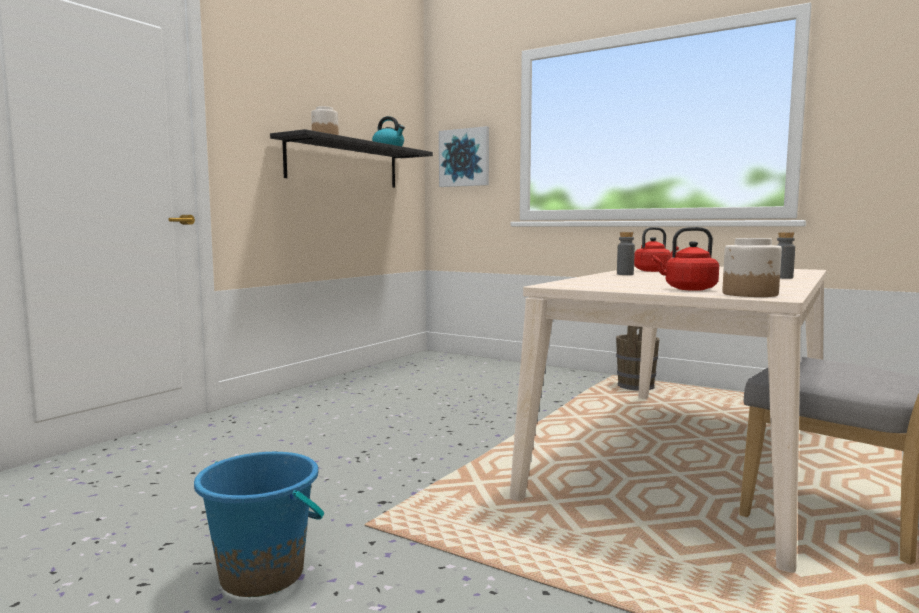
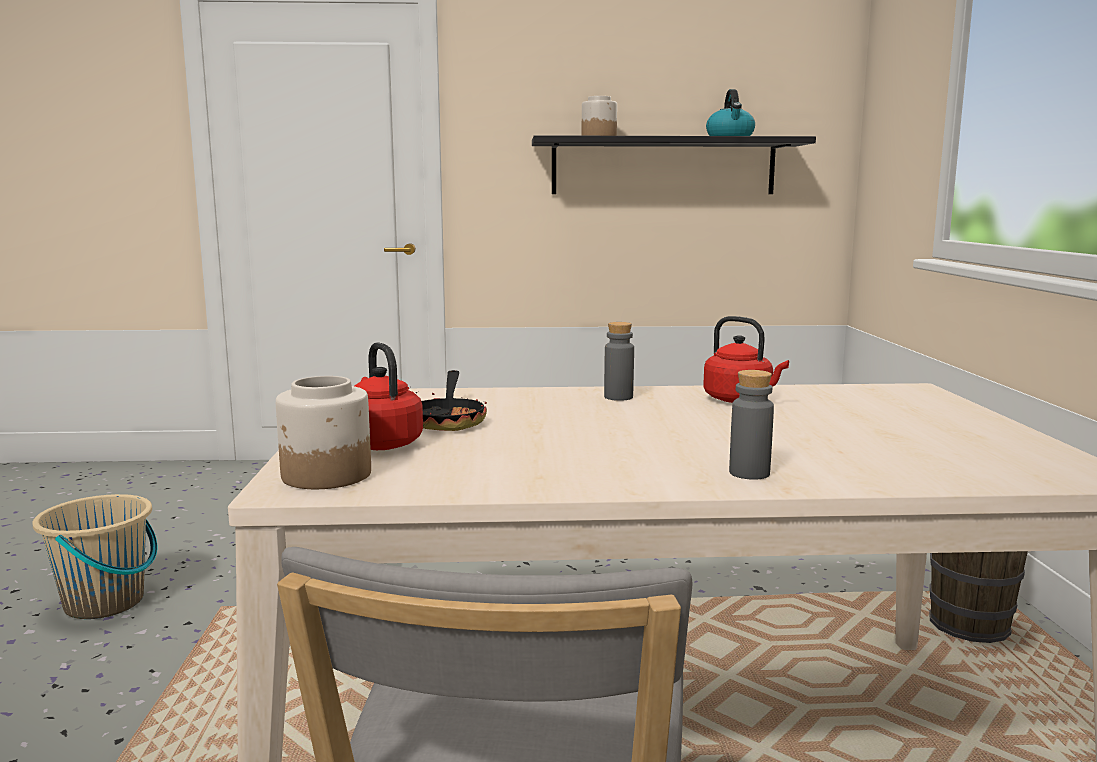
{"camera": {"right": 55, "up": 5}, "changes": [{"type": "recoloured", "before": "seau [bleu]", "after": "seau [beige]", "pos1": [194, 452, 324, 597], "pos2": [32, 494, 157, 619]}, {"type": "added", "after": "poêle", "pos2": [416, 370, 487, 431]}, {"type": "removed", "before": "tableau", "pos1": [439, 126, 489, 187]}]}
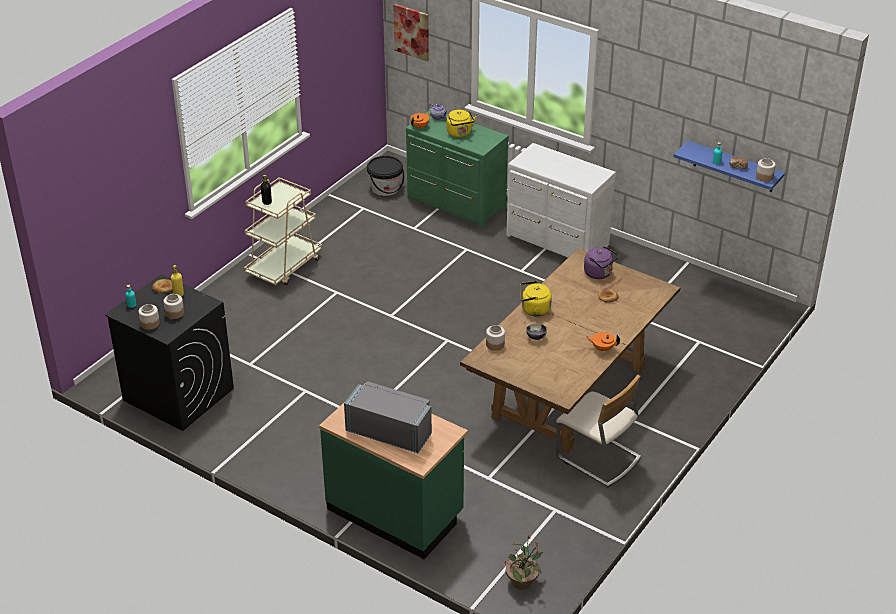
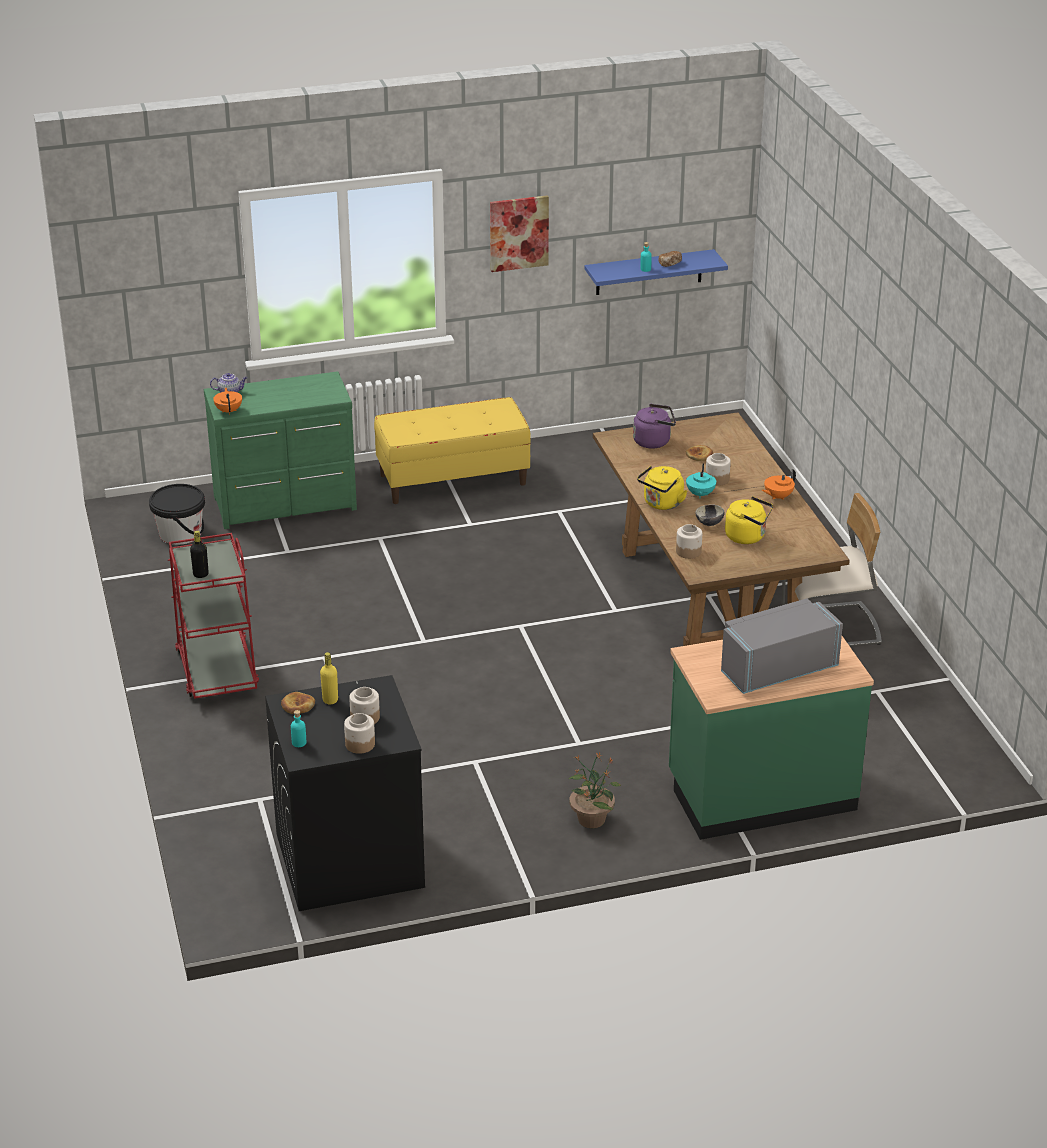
{"camera": {"right": -50, "up": -5}, "changes": [{"type": "recoloured", "before": "chariot [beige]", "after": "chariot [rouge]", "pos1": [244, 177, 322, 285], "pos2": [168, 533, 259, 699]}, {"type": "replaced", "before": "commode [blanc]", "after": "banc [jaune]", "pos1": [506, 143, 616, 257], "pos2": [374, 397, 531, 504]}, {"type": "moved", "before": "tableau", "pos1": [393, 4, 429, 61], "pos2": [490, 195, 549, 272]}, {"type": "moved", "before": "plante en pot", "pos1": [504, 535, 543, 590], "pos2": [568, 752, 621, 828]}, {"type": "added", "after": "théière [turquoise]", "pos2": [686, 463, 716, 499]}, {"type": "moved", "before": "bocal", "pos1": [756, 158, 776, 182], "pos2": [706, 453, 731, 486]}, {"type": "moved", "before": "bouilloire [jaune]", "pos1": [447, 110, 476, 137], "pos2": [725, 497, 773, 544]}]}
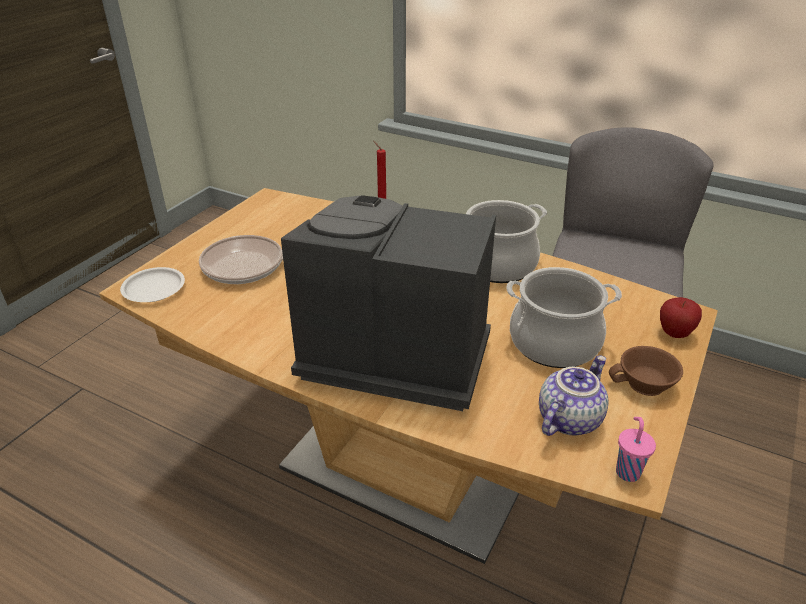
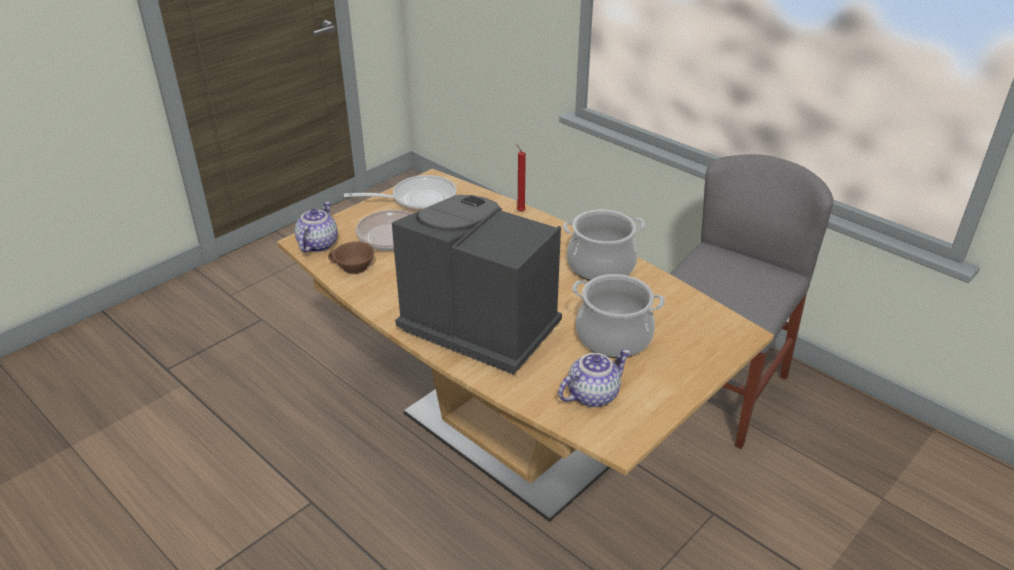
{"camera": {"right": 15, "up": 0}, "changes": [{"type": "replaced", "before": "assiette [blanc]", "after": "théière", "pos1": [120, 267, 185, 302], "pos2": [295, 202, 338, 252]}, {"type": "moved", "before": "tasse [marron]", "pos1": [609, 346, 683, 396], "pos2": [328, 242, 375, 274]}, {"type": "added", "after": "poêle", "pos2": [344, 175, 457, 211]}, {"type": "removed", "before": "tasse [rose]", "pos1": [616, 417, 656, 482]}, {"type": "removed", "before": "pomme", "pos1": [660, 297, 702, 338]}]}
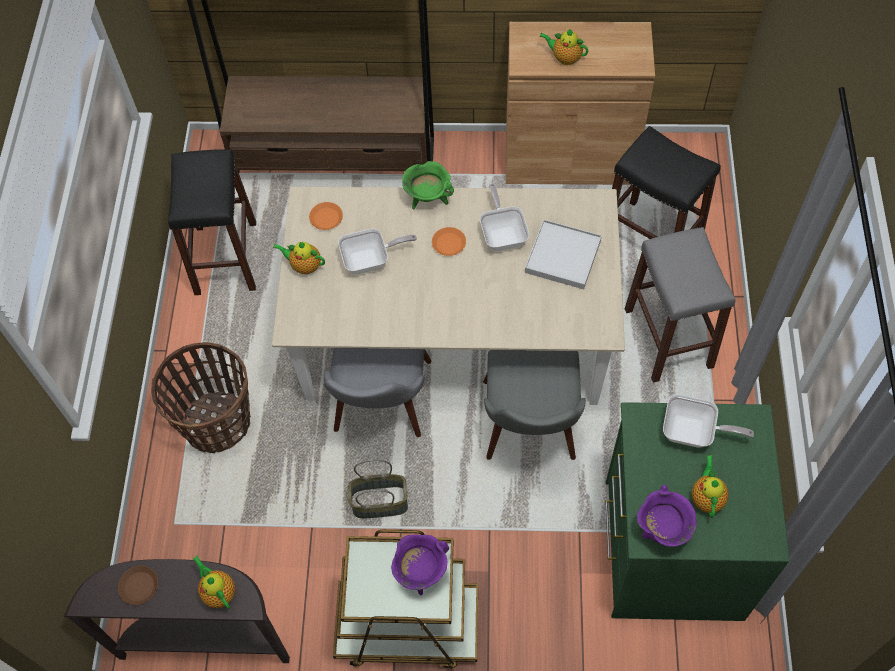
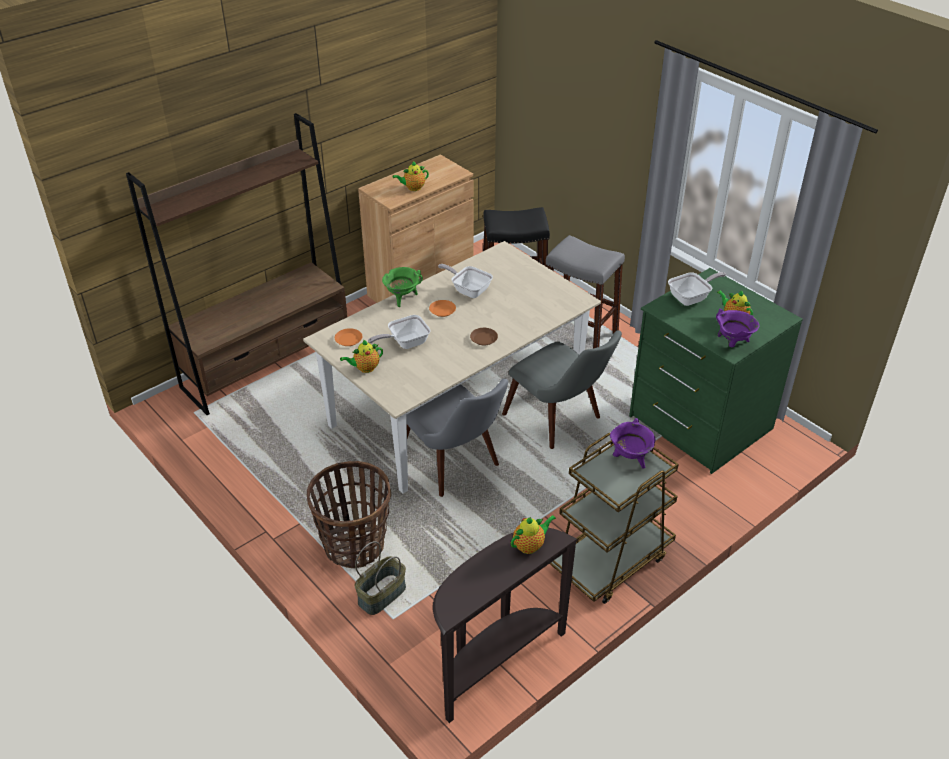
{"camera": {"right": -45, "up": -20}, "changes": [{"type": "moved", "before": "panier", "pos1": [348, 459, 408, 518], "pos2": [354, 541, 406, 615]}, {"type": "turned", "before": "poêle", "pos1": [338, 229, 417, 274], "pos2": [368, 315, 431, 349], "turn": -150}, {"type": "moved", "before": "assiette [marron]", "pos1": [118, 566, 158, 605], "pos2": [470, 328, 498, 345]}, {"type": "turned", "before": "théière", "pos1": [192, 556, 235, 609], "pos2": [511, 515, 556, 554], "turn": 135}, {"type": "removed", "before": "tabouret [noir]", "pos1": [168, 149, 256, 295]}, {"type": "removed", "before": "plateau [blanc]", "pos1": [525, 219, 602, 289]}]}
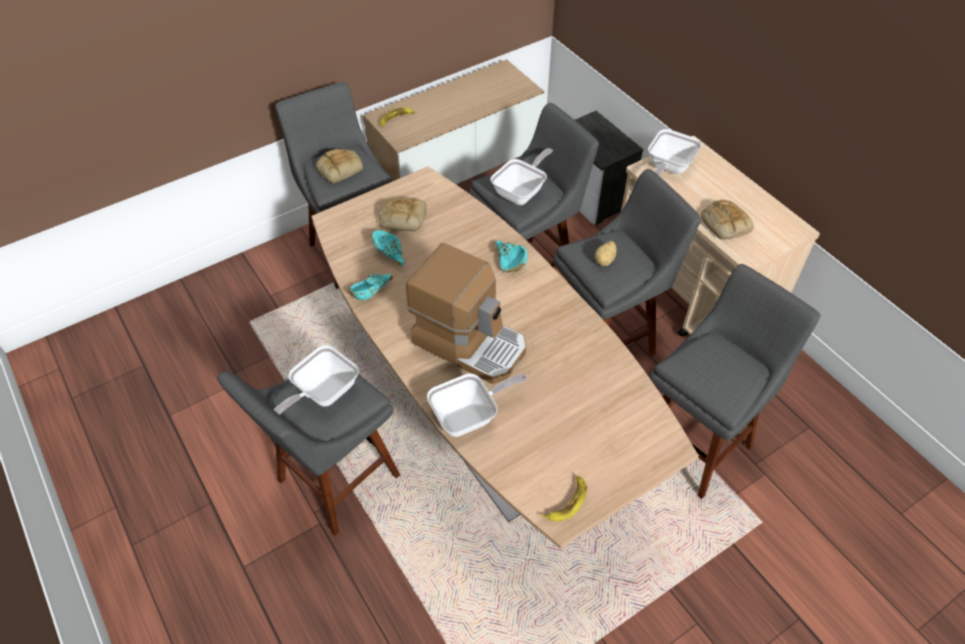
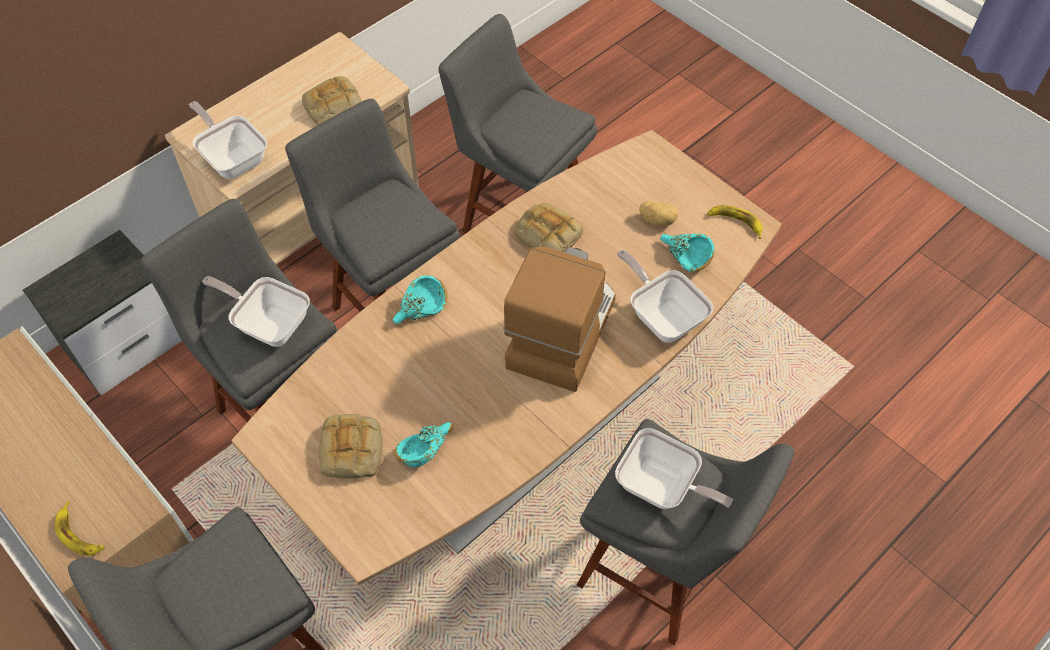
{"camera": {"right": -100, "up": 5}, "changes": [{"type": "turned", "before": "poêle", "pos1": [648, 129, 702, 176], "pos2": [189, 101, 267, 179], "turn": -150}, {"type": "moved", "before": "pain", "pos1": [316, 149, 363, 184], "pos2": [514, 203, 583, 252]}, {"type": "moved", "before": "pomme de terre", "pos1": [595, 241, 617, 266], "pos2": [639, 201, 678, 226]}, {"type": "moved", "before": "bol [turquoise]", "pos1": [348, 274, 393, 300], "pos2": [660, 234, 715, 272]}]}
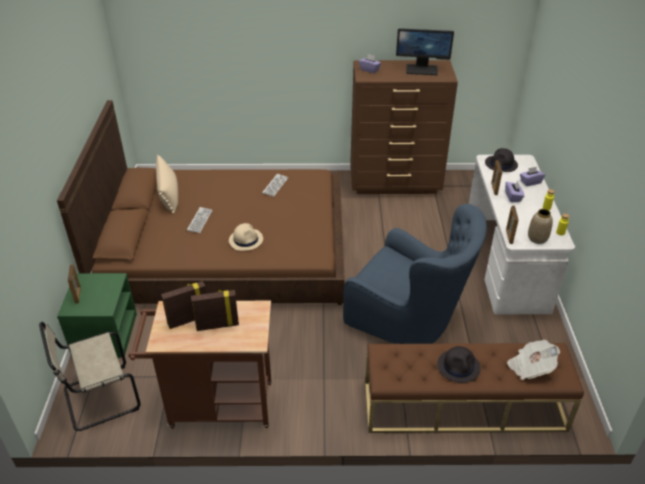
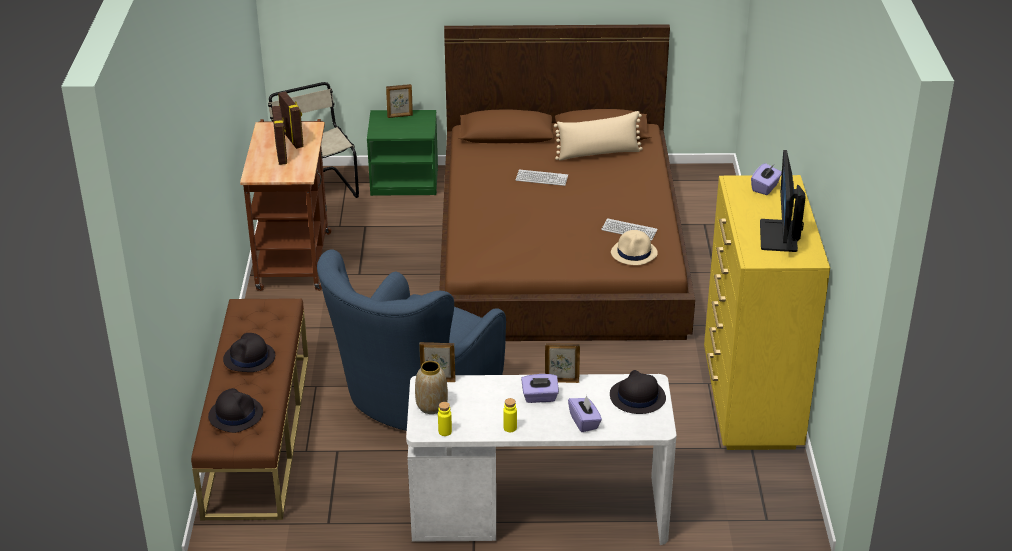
{"camera": {"right": 90, "up": -5}, "changes": [{"type": "replaced", "before": "journal", "after": "chapeau [noir]", "pos1": [507, 340, 560, 380], "pos2": [208, 388, 263, 433]}, {"type": "moved", "before": "chapeau [beige]", "pos1": [229, 223, 263, 251], "pos2": [611, 230, 658, 265]}, {"type": "recoloured", "before": "commode [marron]", "after": "commode [jaune]", "pos1": [350, 60, 458, 194], "pos2": [704, 175, 830, 450]}]}
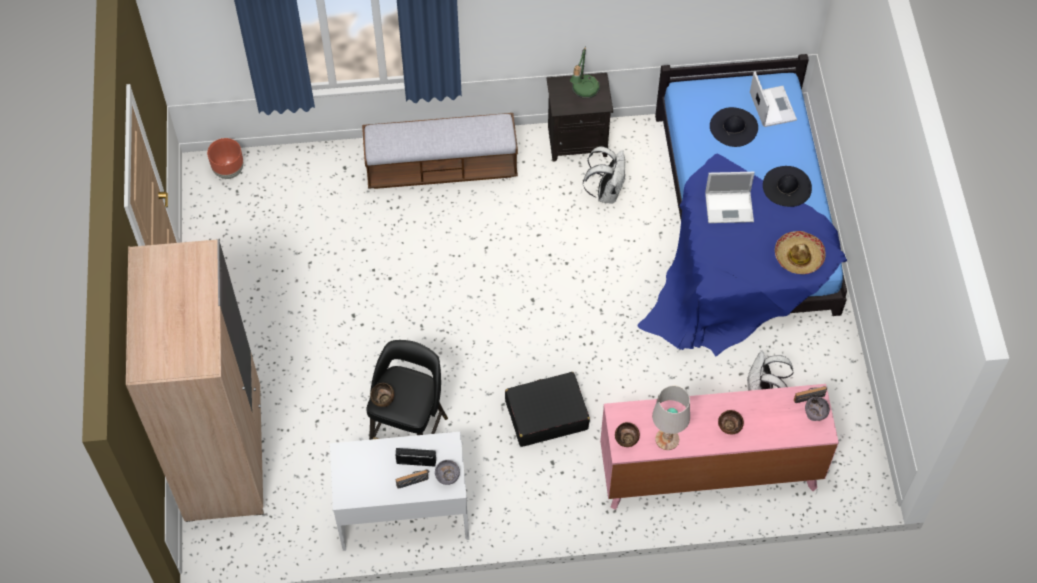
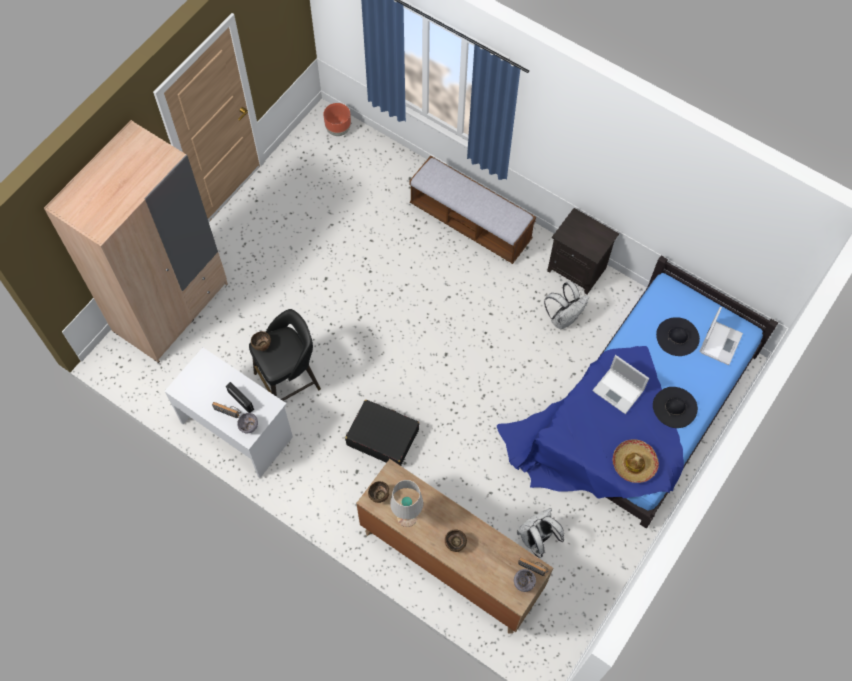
{"camera": {"right": 40, "up": 5}, "changes": [{"type": "recoloured", "before": "commode [rose]", "after": "commode [marron]", "pos1": [600, 384, 839, 510], "pos2": [356, 459, 553, 634]}, {"type": "removed", "before": "lampe de table", "pos1": [570, 46, 600, 98]}]}
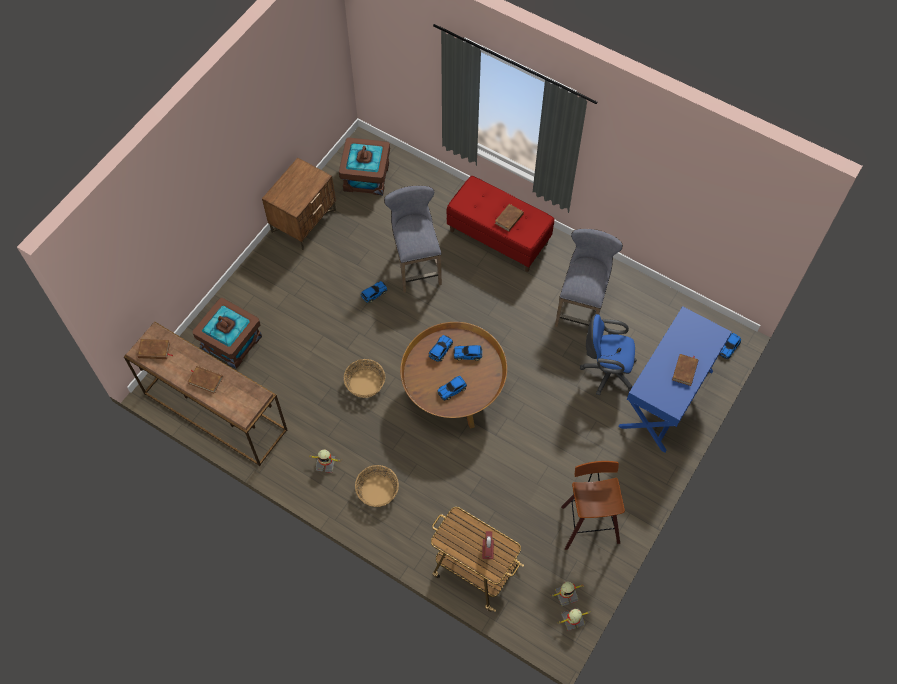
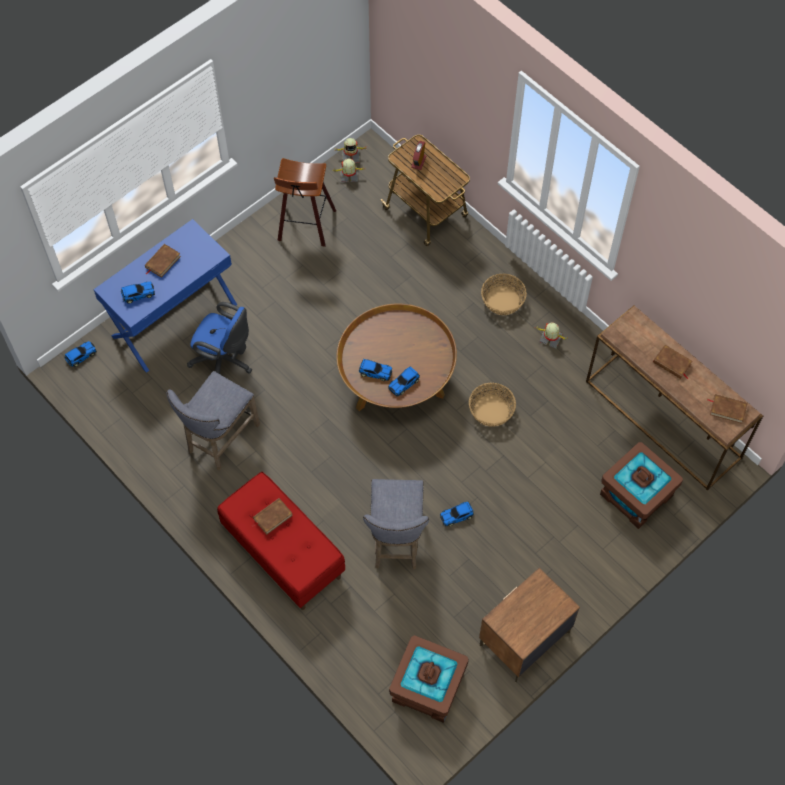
{"camera": {"right": -165, "up": 0}, "changes": [{"type": "moved", "before": "petite voiture", "pos1": [437, 376, 467, 401], "pos2": [121, 282, 155, 304]}]}
